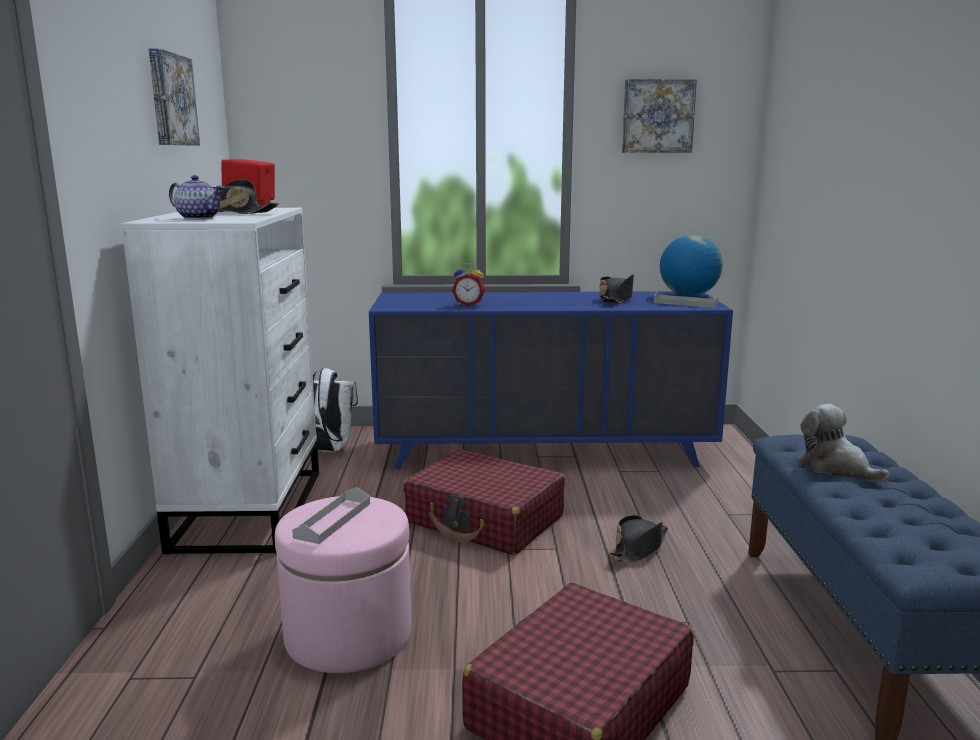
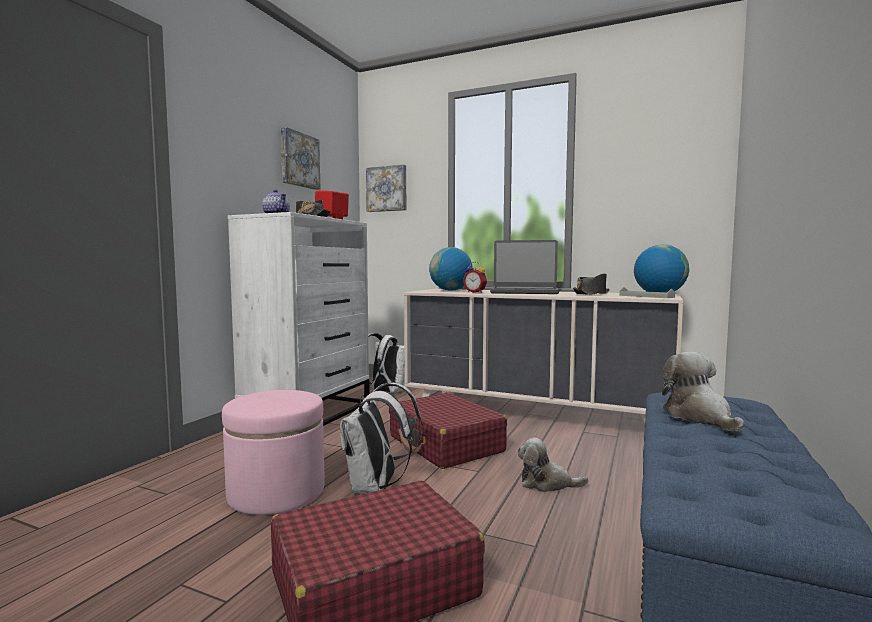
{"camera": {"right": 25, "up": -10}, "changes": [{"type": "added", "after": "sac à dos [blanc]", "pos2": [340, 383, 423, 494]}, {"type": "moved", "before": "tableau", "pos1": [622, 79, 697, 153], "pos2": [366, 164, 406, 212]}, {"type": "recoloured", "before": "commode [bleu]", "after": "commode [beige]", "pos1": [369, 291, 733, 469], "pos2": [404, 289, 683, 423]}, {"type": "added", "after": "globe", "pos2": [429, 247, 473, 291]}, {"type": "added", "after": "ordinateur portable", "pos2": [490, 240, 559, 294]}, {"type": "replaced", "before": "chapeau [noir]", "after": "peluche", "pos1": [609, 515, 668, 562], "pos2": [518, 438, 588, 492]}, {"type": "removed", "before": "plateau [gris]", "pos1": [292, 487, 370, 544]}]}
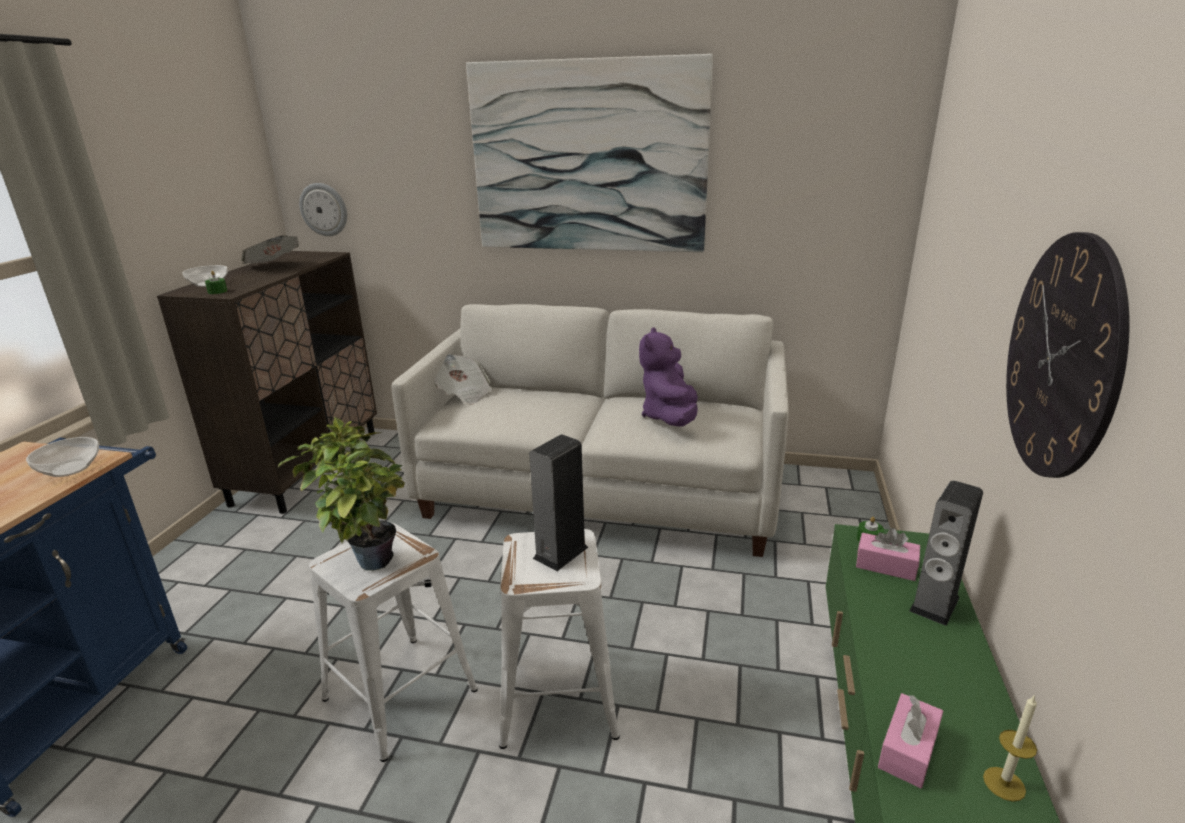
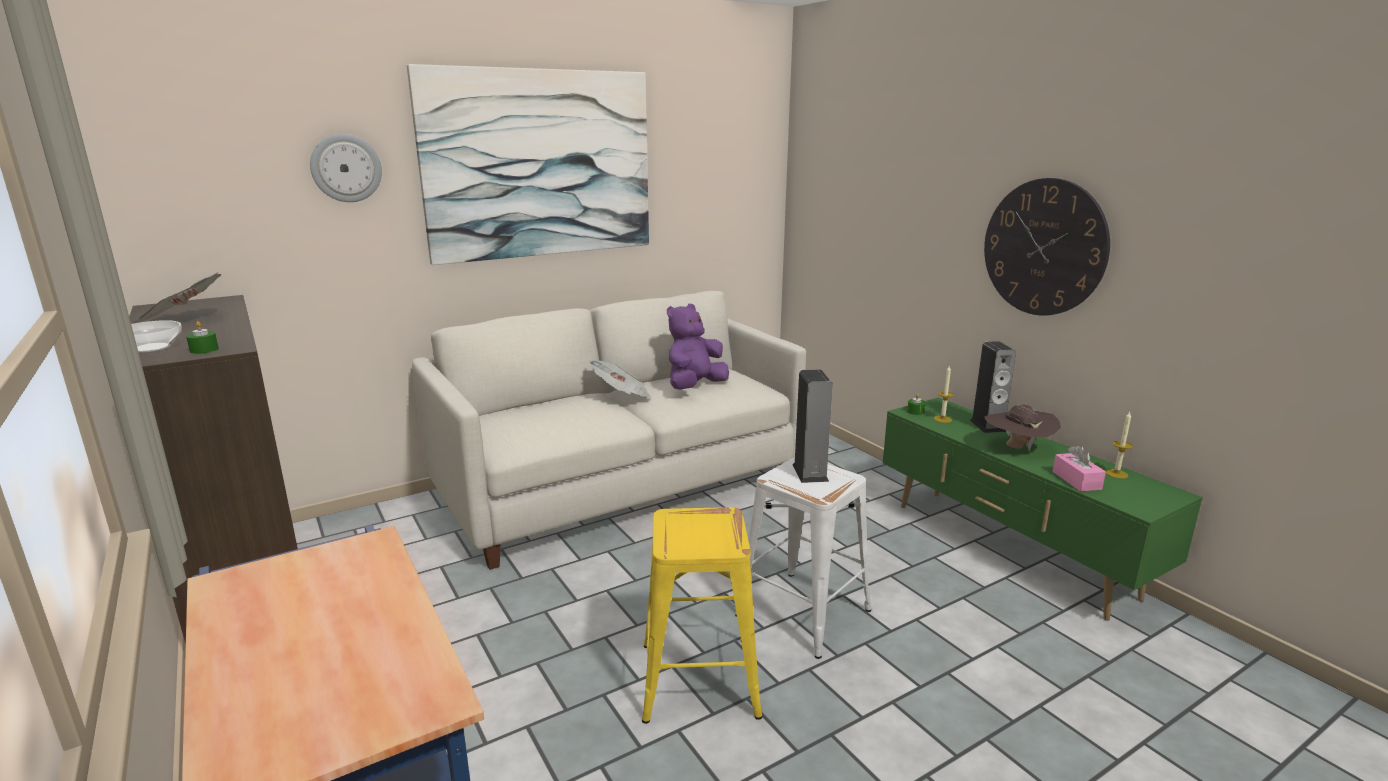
{"camera": {"right": -45, "up": -5}, "changes": [{"type": "moved", "before": "horloge murale", "pos1": [299, 183, 347, 236], "pos2": [310, 134, 382, 202]}, {"type": "moved", "before": "journal", "pos1": [434, 354, 493, 404], "pos2": [589, 360, 651, 398]}, {"type": "recoloured", "before": "tabouret [blanc]", "after": "tabouret [jaune]", "pos1": [309, 523, 478, 762], "pos2": [642, 507, 762, 724]}, {"type": "turned", "before": "peluche [violet]", "pos1": [639, 327, 698, 427], "pos2": [667, 304, 729, 390], "turn": 75}, {"type": "replaced", "before": "boîte à mouchoirs [rose]", "after": "bougie", "pos1": [856, 528, 920, 581], "pos2": [934, 366, 954, 423]}, {"type": "added", "after": "chapeau [marron]", "pos2": [984, 404, 1061, 452]}, {"type": "removed", "before": "bol", "pos1": [26, 437, 99, 477]}, {"type": "removed", "before": "plante en pot", "pos1": [278, 417, 405, 571]}]}
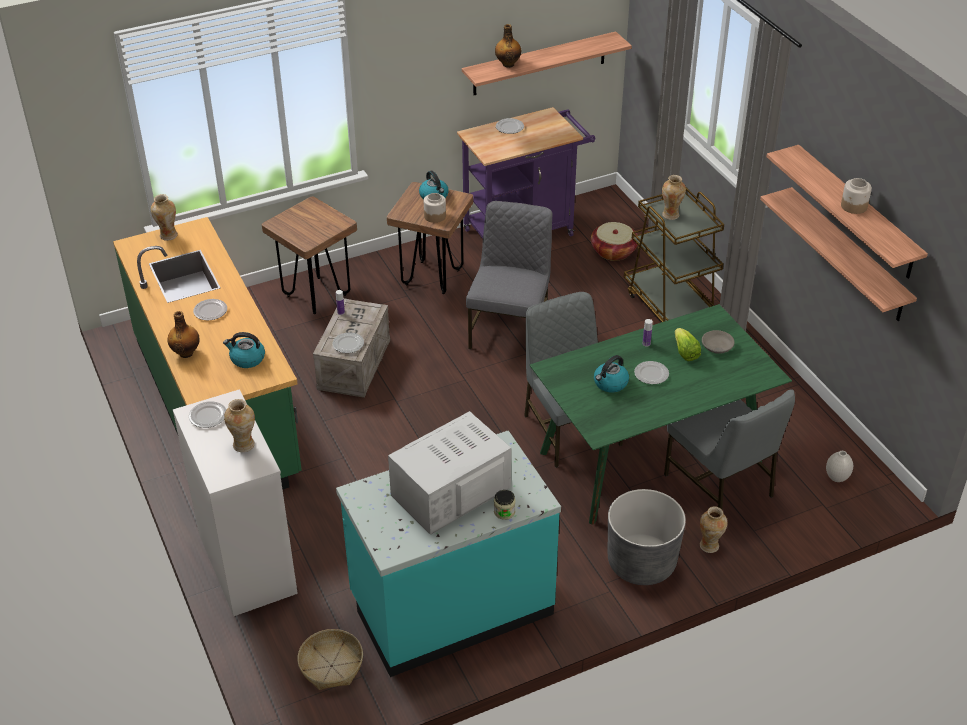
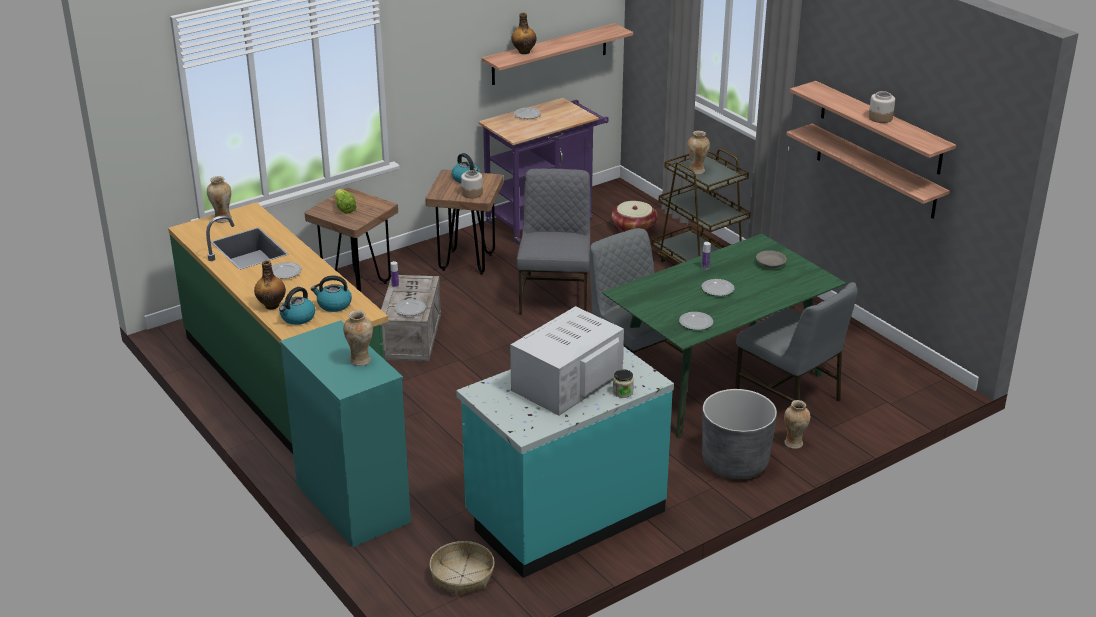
{"camera": {"right": -10, "up": -10}, "changes": [{"type": "moved", "before": "bouilloire", "pos1": [594, 355, 629, 393], "pos2": [279, 287, 315, 325]}, {"type": "recoloured", "before": "commode [blanc]", "after": "commode [turquoise]", "pos1": [173, 389, 298, 616], "pos2": [280, 320, 411, 547]}, {"type": "moved", "before": "laitue", "pos1": [675, 328, 701, 361], "pos2": [335, 189, 357, 214]}, {"type": "moved", "before": "assiette", "pos1": [189, 401, 226, 428], "pos2": [679, 312, 713, 330]}, {"type": "removed", "before": "vase [blanc]", "pos1": [826, 451, 853, 482]}]}
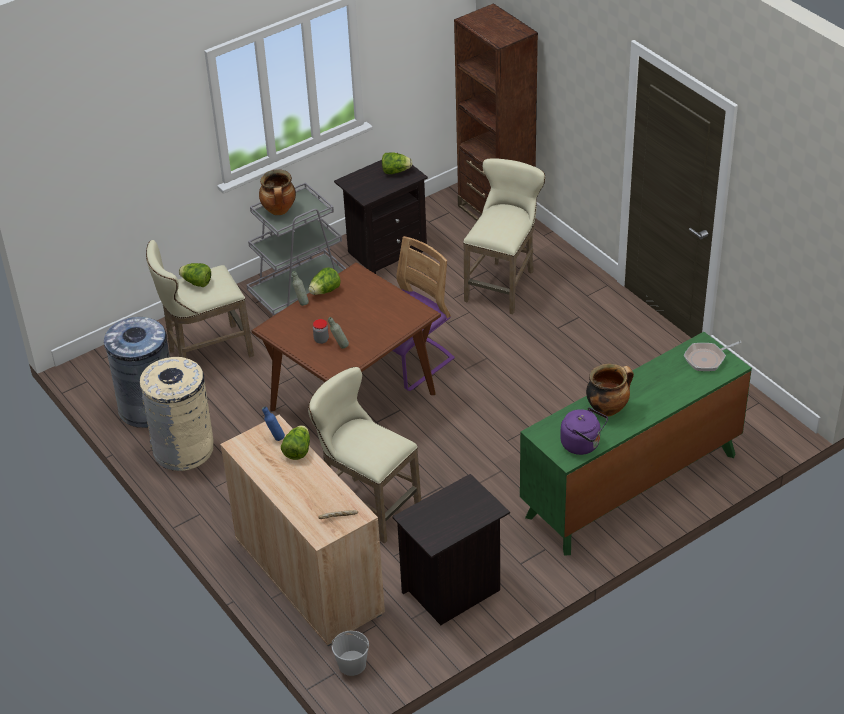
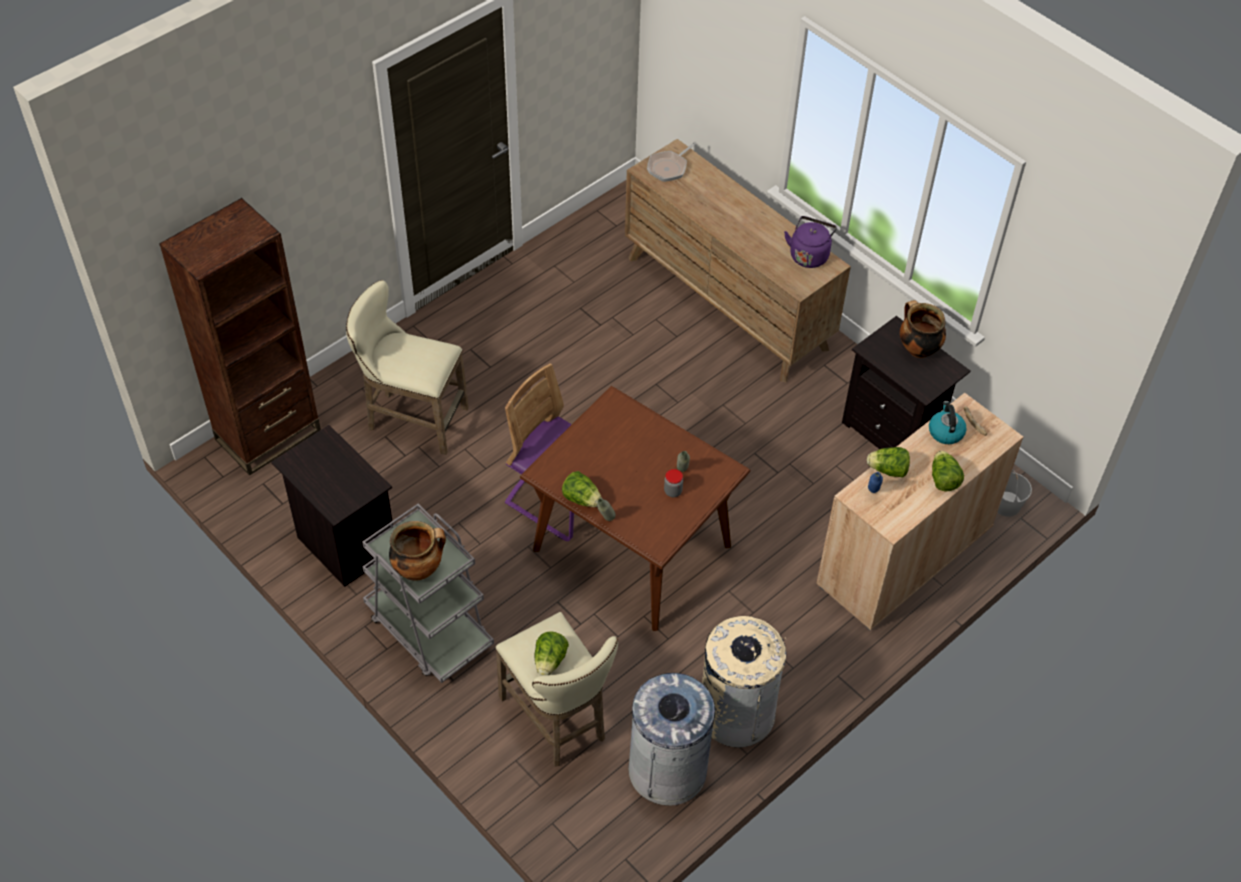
{"camera": {"right": -100, "up": 10}, "changes": [{"type": "recoloured", "before": "commode [vert]", "after": "commode [marron]", "pos1": [520, 332, 752, 556], "pos2": [625, 139, 851, 382]}, {"type": "turned", "before": "poêle", "pos1": [684, 341, 742, 371], "pos2": [647, 142, 696, 182], "turn": 75}, {"type": "moved", "before": "marmite", "pos1": [586, 364, 634, 417], "pos2": [900, 300, 946, 358]}, {"type": "added", "after": "bouilloire", "pos2": [929, 401, 966, 444]}, {"type": "moved", "before": "laitue", "pos1": [382, 152, 412, 174], "pos2": [932, 451, 964, 491]}, {"type": "removed", "before": "tabouret [beige]", "pos1": [308, 367, 421, 543]}]}
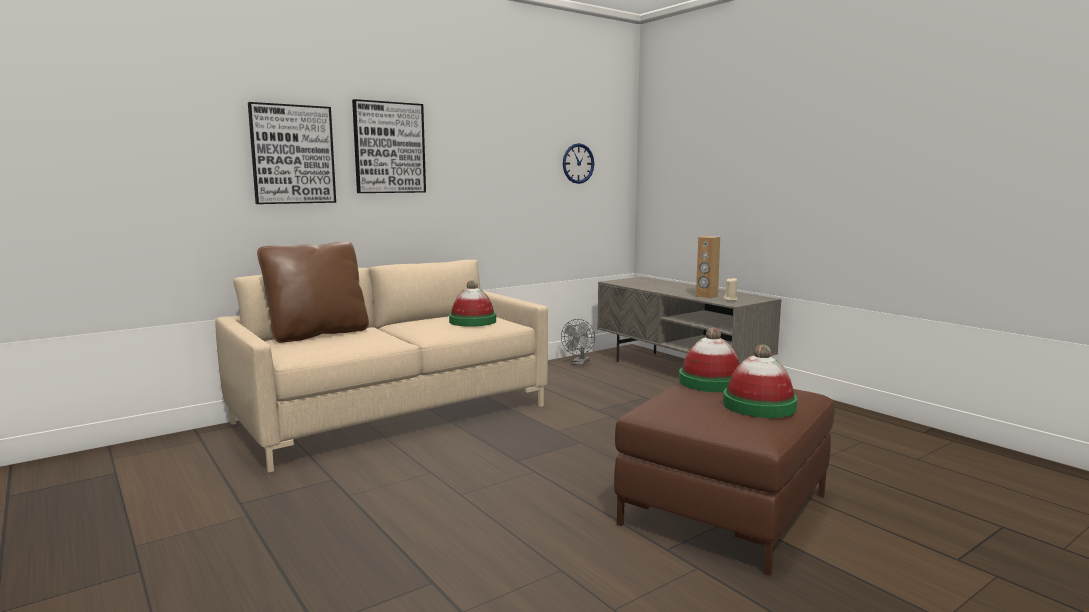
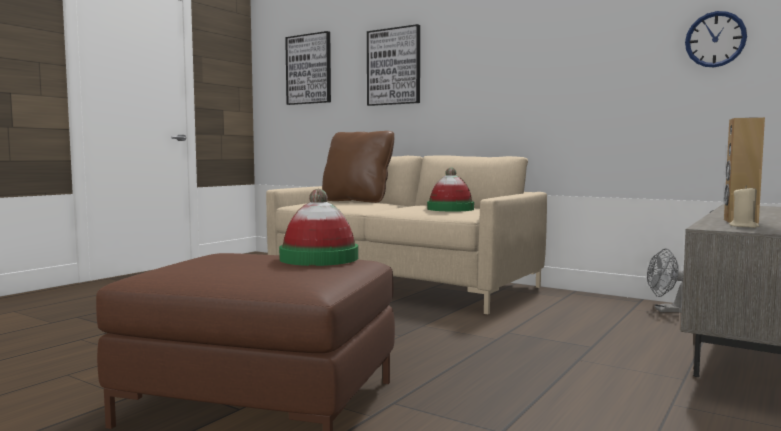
{"camera": {"right": 70, "up": -5}, "changes": [{"type": "moved", "before": "tableau", "pos1": [352, 99, 426, 193], "pos2": [285, 31, 331, 105]}, {"type": "removed", "before": "chapeau", "pos1": [723, 344, 797, 418]}]}
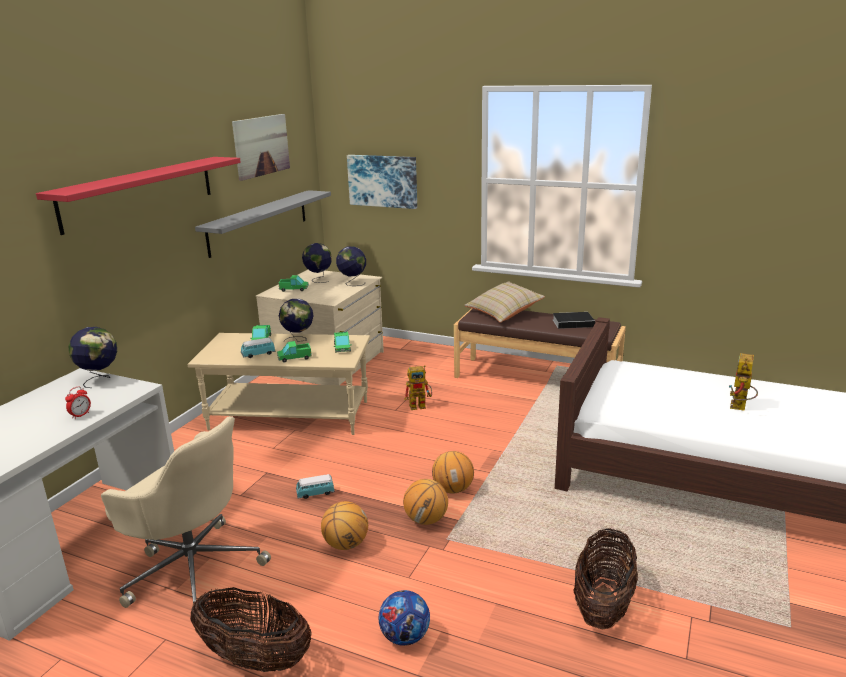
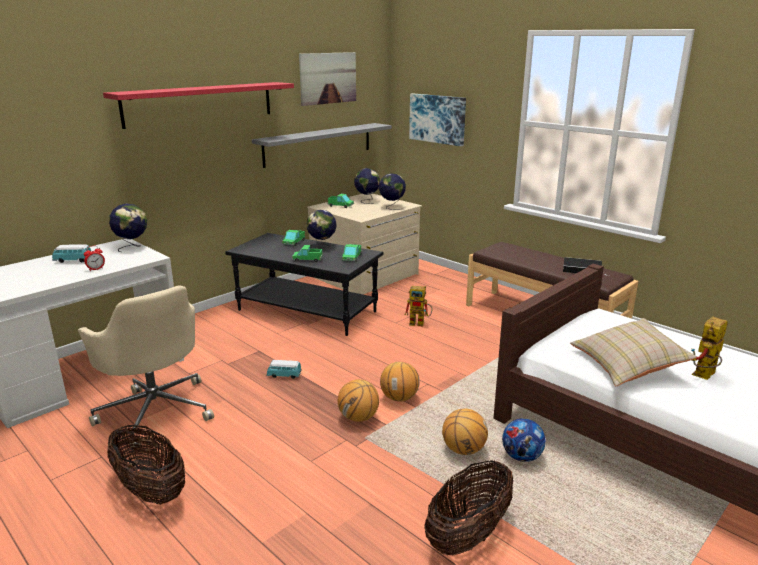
{"camera": {"right": 20, "up": 0}, "changes": [{"type": "moved", "before": "petite voiture", "pos1": [241, 338, 276, 358], "pos2": [52, 244, 91, 263]}, {"type": "recoloured", "before": "table basse [beige]", "after": "table basse [noir]", "pos1": [188, 333, 370, 435], "pos2": [225, 233, 383, 336]}, {"type": "moved", "before": "ballon de basket", "pos1": [321, 501, 368, 550], "pos2": [442, 409, 488, 455]}, {"type": "moved", "before": "ballon de foot", "pos1": [379, 590, 430, 646], "pos2": [502, 418, 546, 462]}, {"type": "moved", "before": "coussin [beige]", "pos1": [464, 281, 545, 322], "pos2": [570, 318, 697, 386]}]}
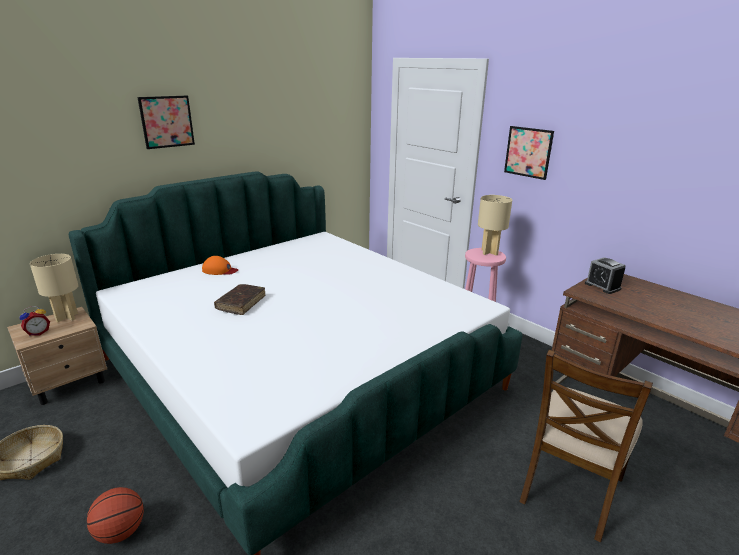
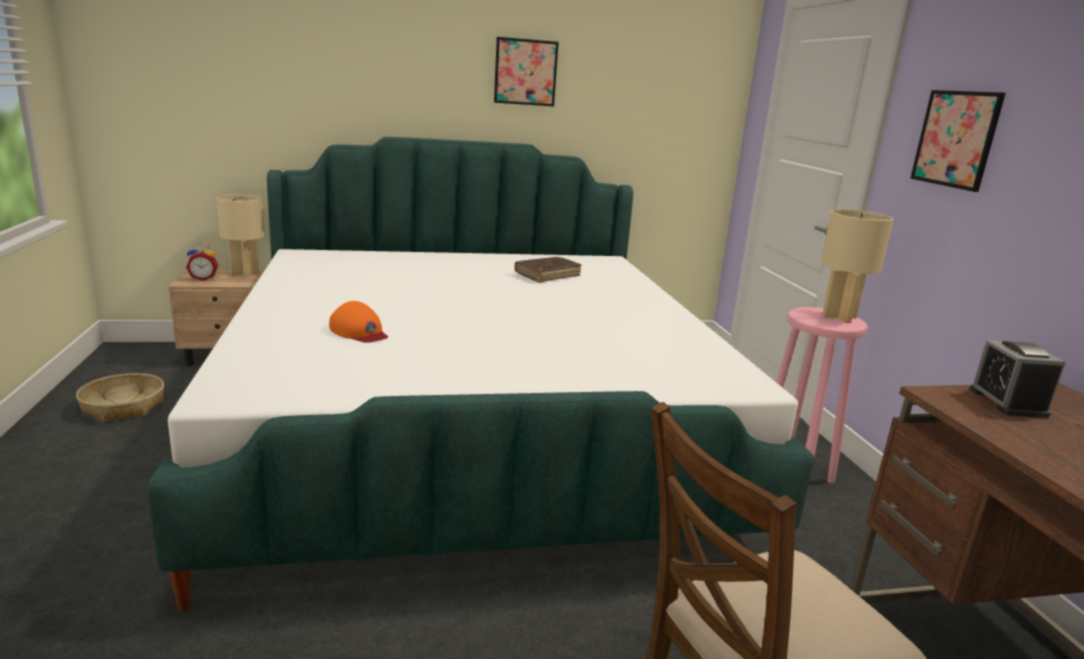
{"camera": {"right": 30, "up": -5}, "changes": [{"type": "moved", "before": "casquette [orange]", "pos1": [202, 256, 238, 275], "pos2": [329, 301, 388, 343]}, {"type": "moved", "before": "tableau", "pos1": [137, 96, 195, 149], "pos2": [494, 37, 559, 106]}, {"type": "moved", "before": "livre [marron]", "pos1": [214, 284, 265, 315], "pos2": [515, 257, 582, 282]}, {"type": "removed", "before": "ballon de basket", "pos1": [86, 487, 144, 544]}]}
